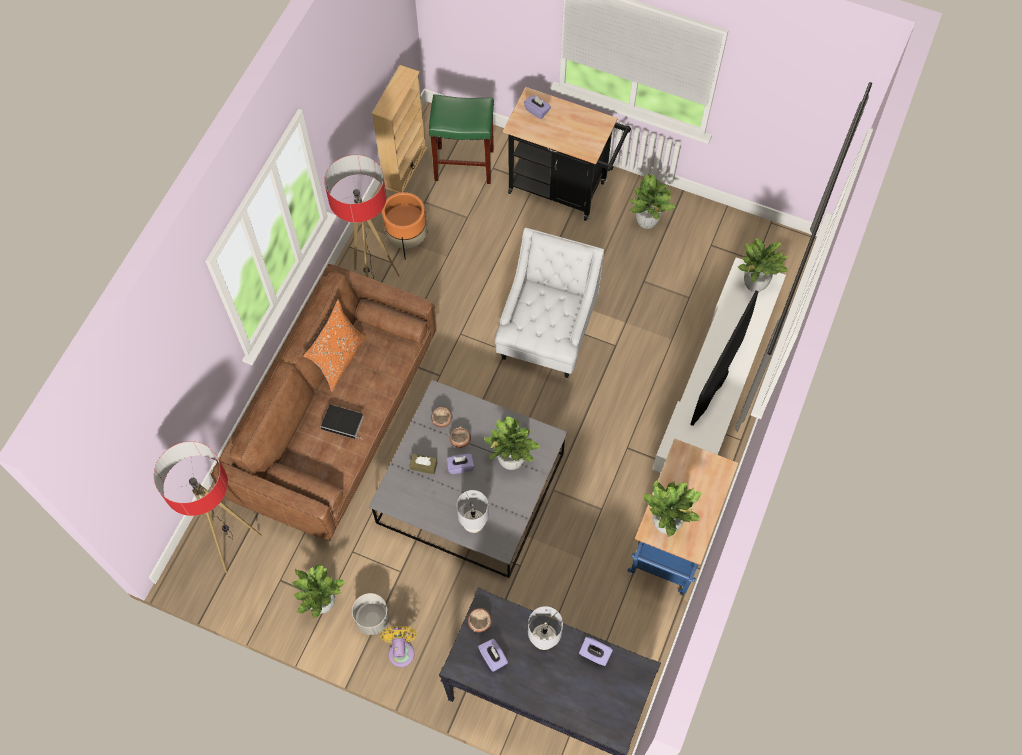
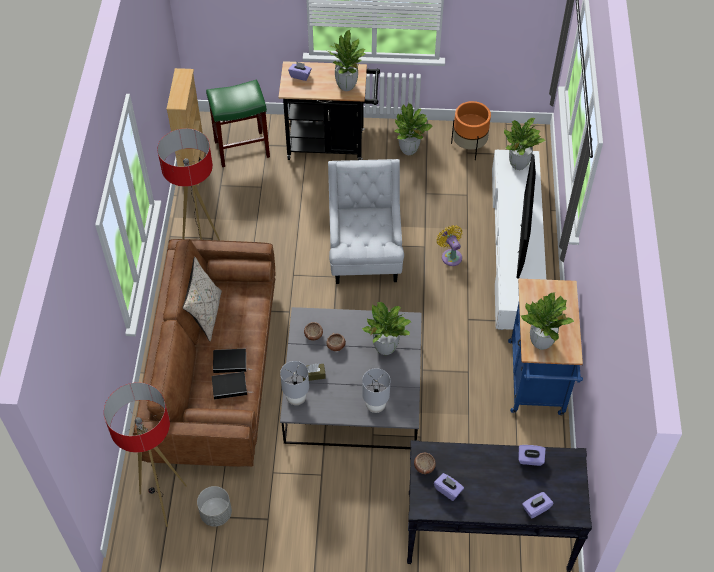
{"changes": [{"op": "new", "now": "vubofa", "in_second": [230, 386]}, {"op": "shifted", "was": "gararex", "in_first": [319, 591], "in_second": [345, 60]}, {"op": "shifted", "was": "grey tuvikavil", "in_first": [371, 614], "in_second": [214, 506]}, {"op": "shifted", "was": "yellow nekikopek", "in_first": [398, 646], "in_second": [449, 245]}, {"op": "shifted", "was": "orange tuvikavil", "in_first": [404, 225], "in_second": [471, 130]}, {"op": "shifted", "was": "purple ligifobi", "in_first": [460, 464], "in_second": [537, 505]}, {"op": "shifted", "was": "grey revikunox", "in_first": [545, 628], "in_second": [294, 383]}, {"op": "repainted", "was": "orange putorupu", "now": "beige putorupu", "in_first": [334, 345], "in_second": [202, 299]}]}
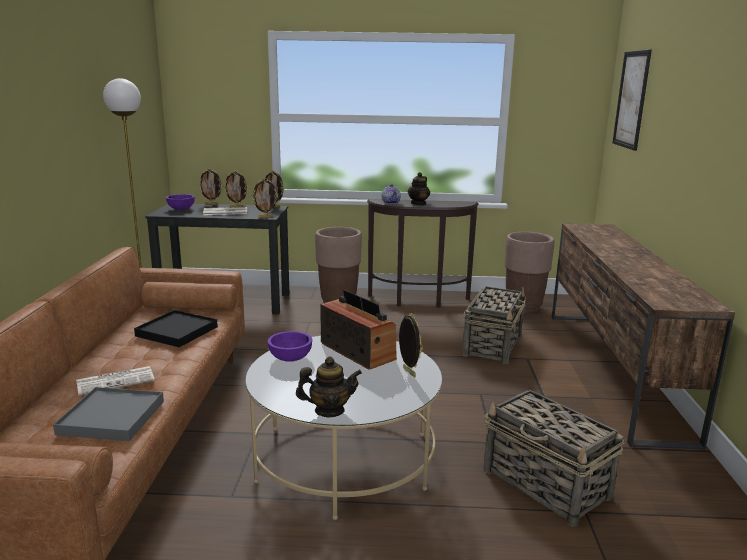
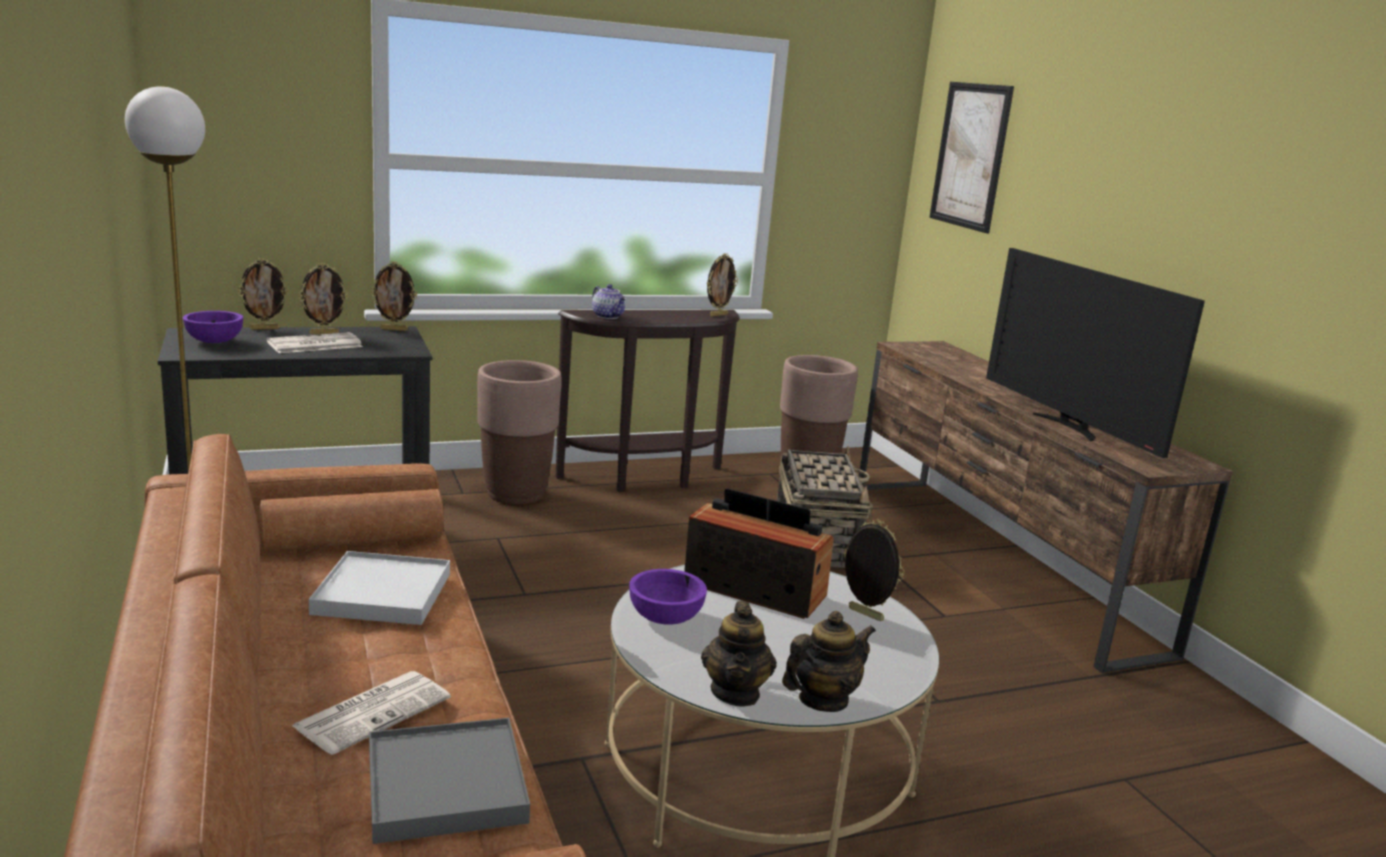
{"changes": [{"op": "gone", "was": "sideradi", "in_first": [553, 458]}, {"op": "new", "now": "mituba", "in_second": [1095, 353]}, {"op": "shifted", "was": "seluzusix", "in_first": [265, 198], "in_second": [722, 285]}, {"op": "shifted", "was": "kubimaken", "in_first": [419, 188], "in_second": [739, 654]}, {"op": "repainted", "was": "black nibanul", "now": "white nibanul", "in_first": [176, 328], "in_second": [379, 588]}]}
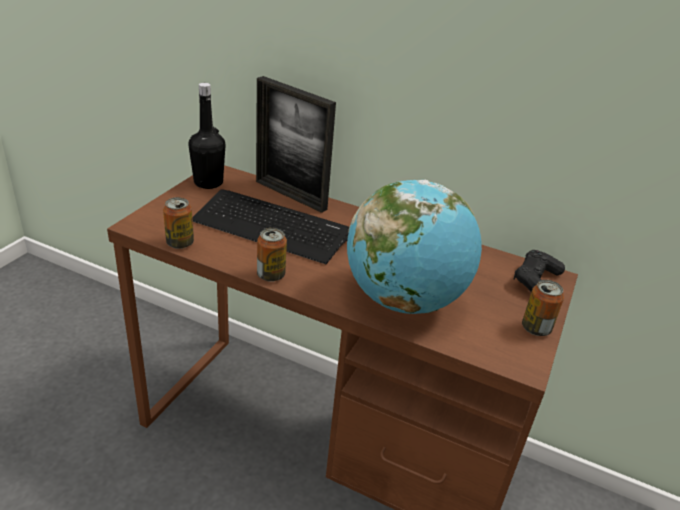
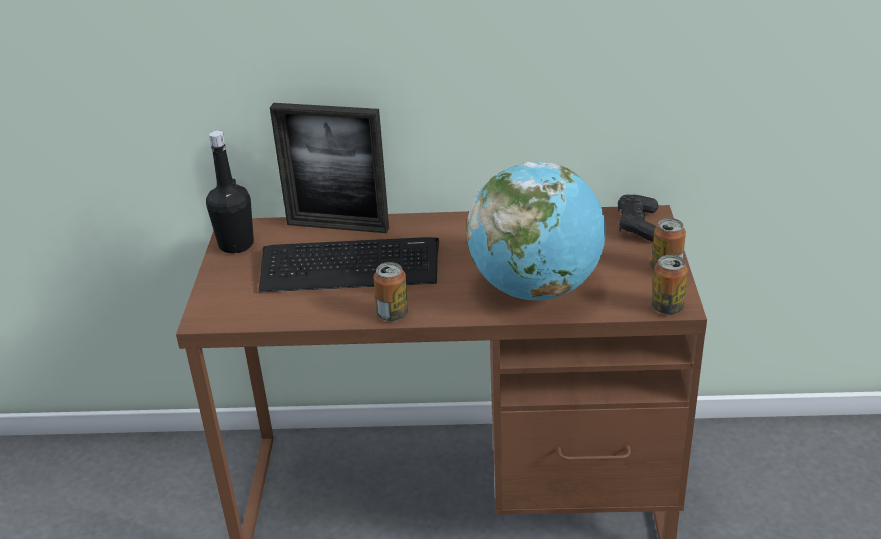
{"changes": [{"op": "shifted", "was": "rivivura", "in_first": [178, 223], "in_second": [670, 285]}]}
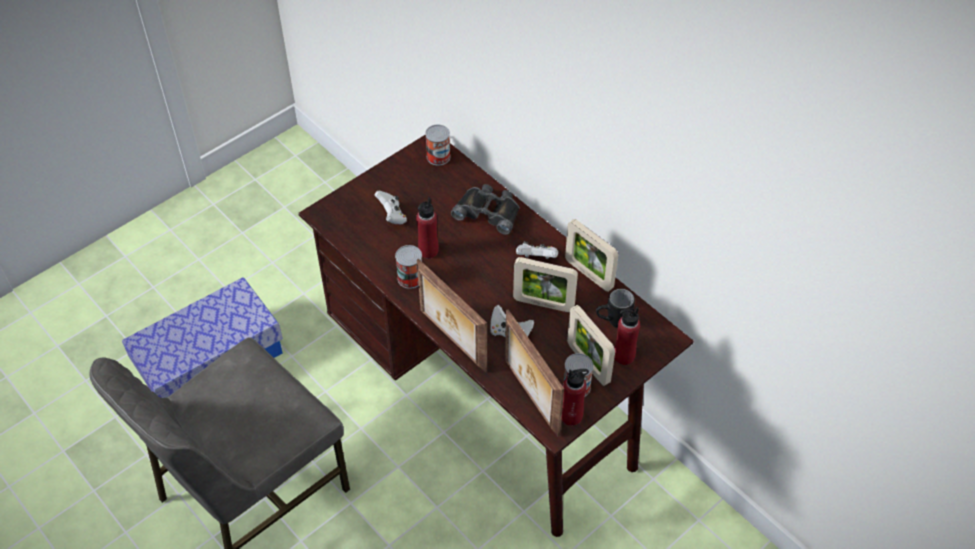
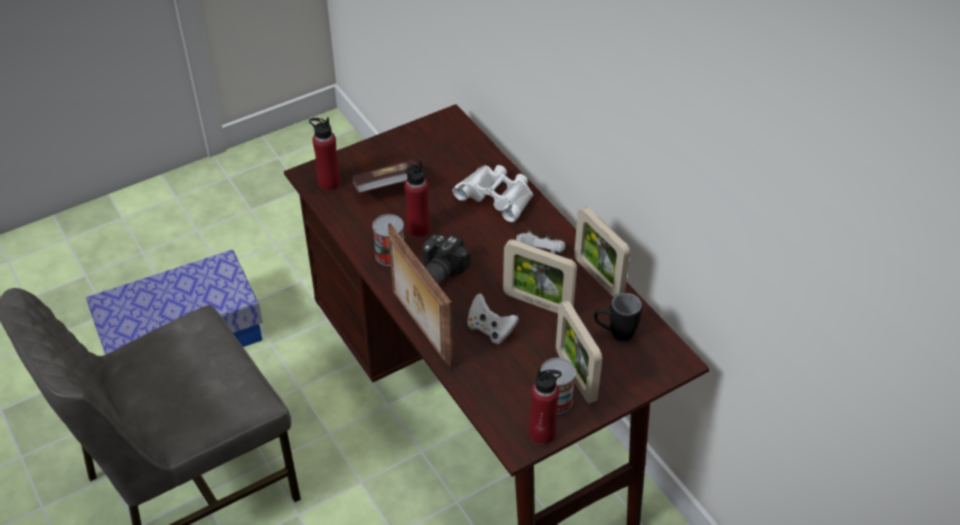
{"changes": [{"op": "gone", "was": "rivivura", "in_first": [438, 145]}, {"op": "gone", "was": "seluzusix", "in_first": [534, 372]}, {"op": "new", "now": "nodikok", "in_second": [447, 259]}, {"op": "shifted", "was": "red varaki", "in_first": [627, 336], "in_second": [325, 154]}, {"op": "swapped", "was": "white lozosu", "now": "vubofa", "in_first": [391, 207], "in_second": [384, 176]}, {"op": "repainted", "was": "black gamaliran", "now": "white gamaliran", "in_first": [485, 209], "in_second": [493, 193]}]}
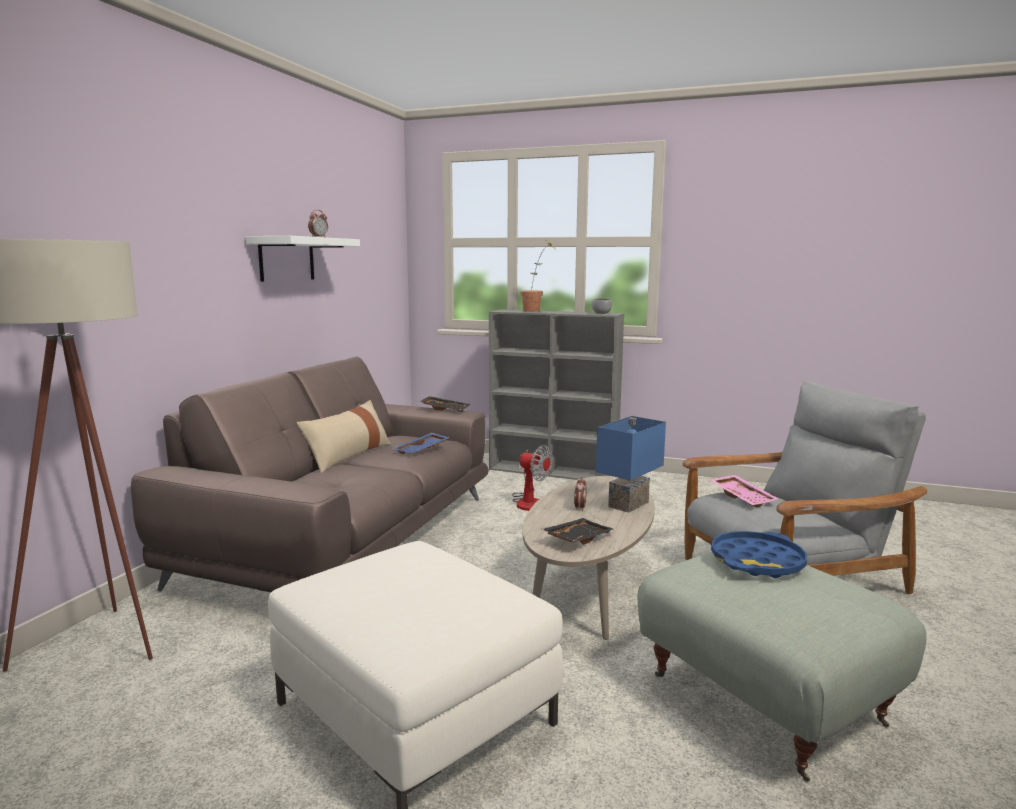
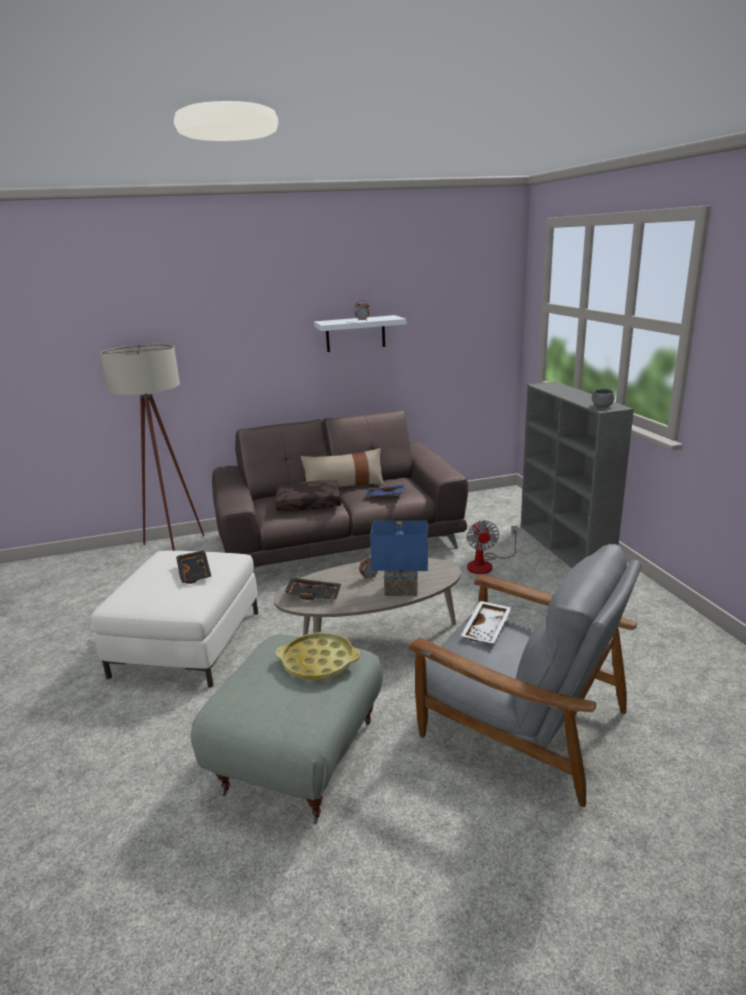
{"changes": [{"op": "gone", "was": "gararex", "in_first": [537, 275]}, {"op": "new", "now": "brown putorupu", "in_second": [308, 496]}, {"op": "shifted", "was": "black nibanul", "in_first": [444, 404], "in_second": [194, 567]}, {"op": "repainted", "was": "pink nibanul", "now": "white nibanul", "in_first": [744, 491], "in_second": [486, 622]}, {"op": "repainted", "was": "blue nibanul", "now": "yellow nibanul", "in_first": [759, 554], "in_second": [318, 656]}]}
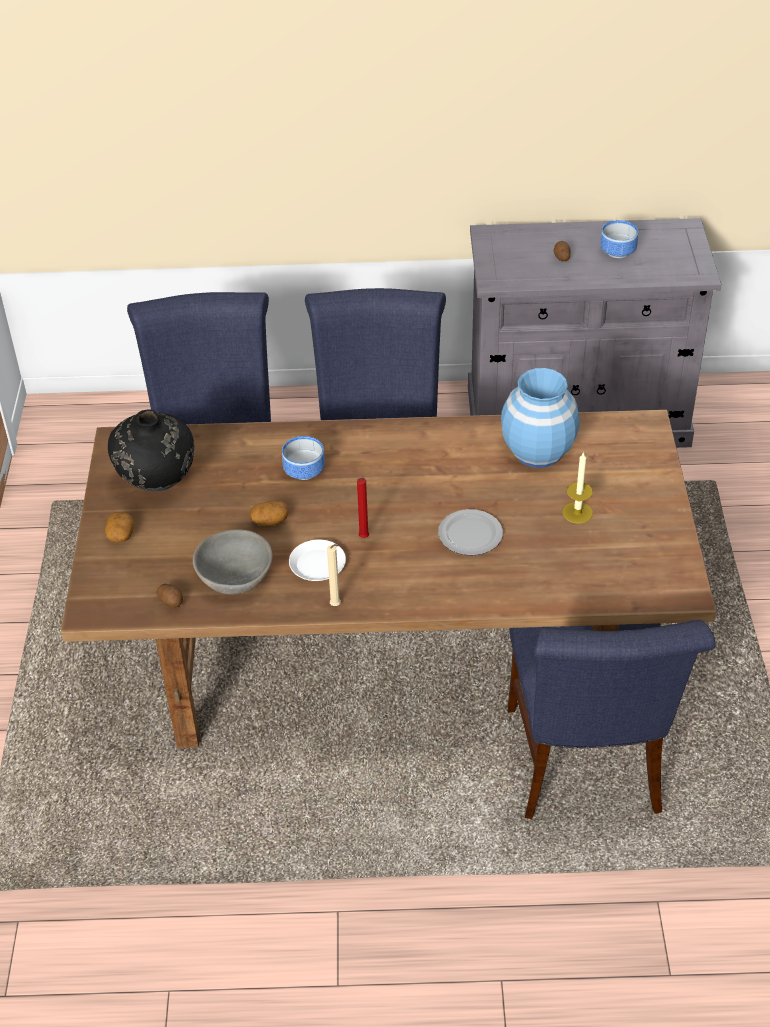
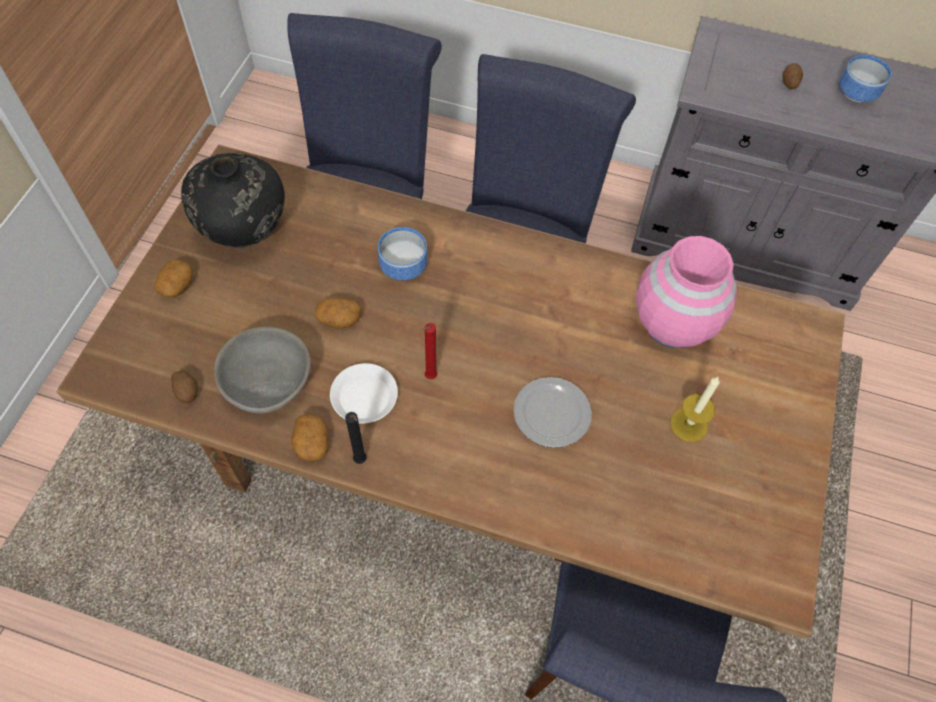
{"changes": [{"op": "new", "now": "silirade", "in_second": [310, 437]}, {"op": "repainted", "was": "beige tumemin", "now": "black tumemin", "in_first": [334, 575], "in_second": [356, 438]}, {"op": "repainted", "was": "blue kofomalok", "now": "pink kofomalok", "in_first": [540, 418], "in_second": [686, 292]}]}
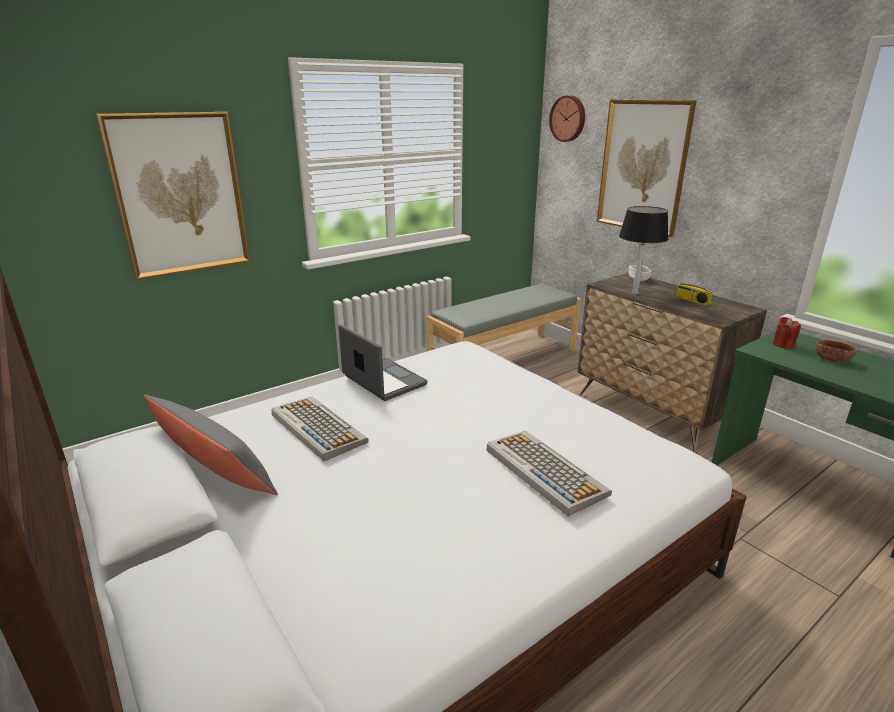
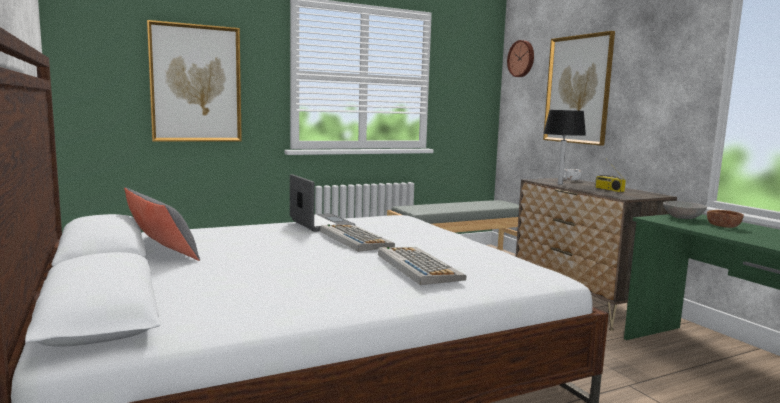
{"changes": [{"op": "shifted", "was": "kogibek", "in_first": [320, 429], "in_second": [357, 238]}, {"op": "swapped", "was": "red tumemin", "now": "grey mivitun", "in_first": [787, 333], "in_second": [685, 210]}]}
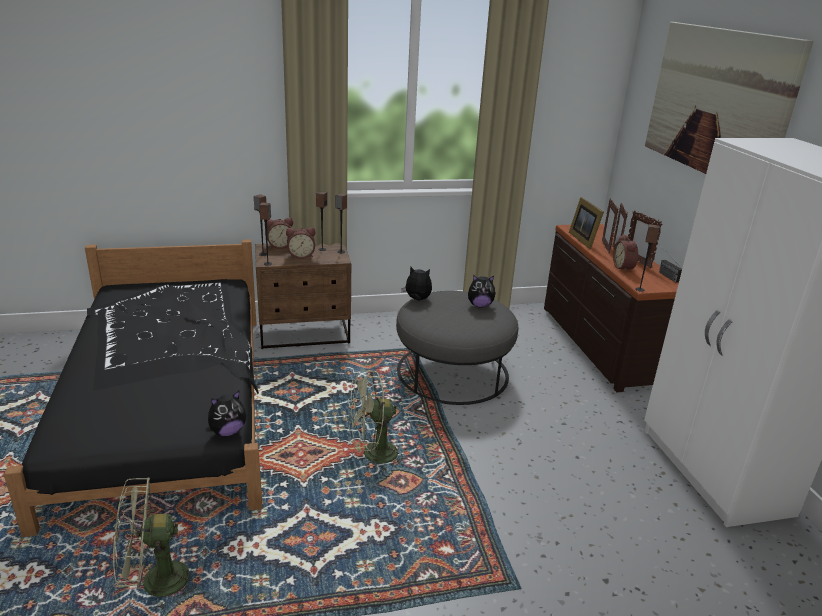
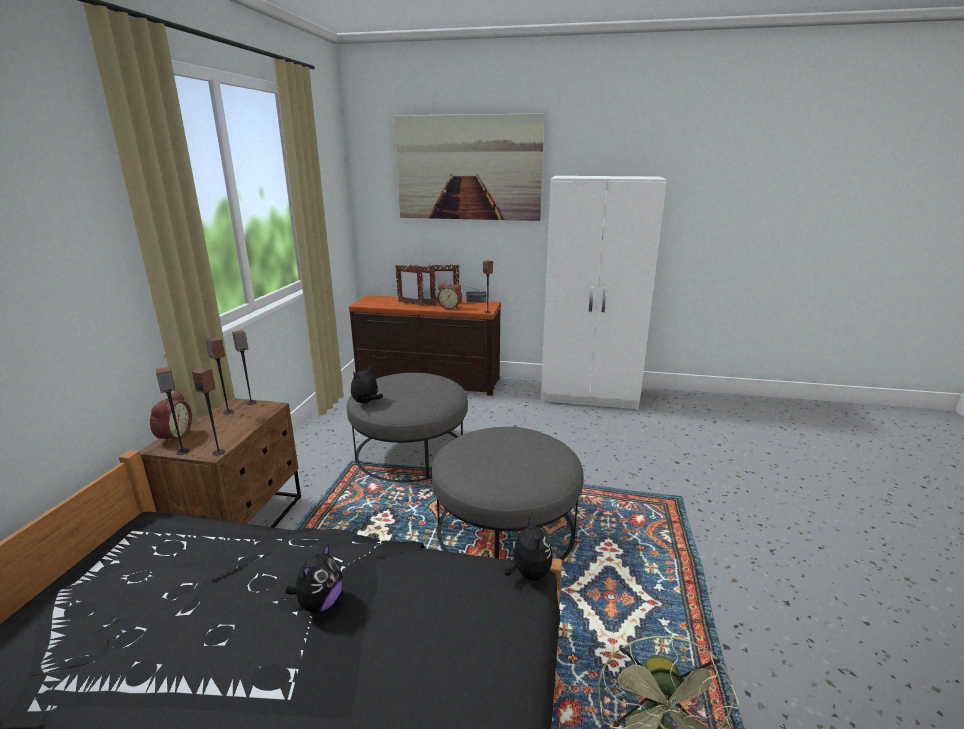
{"changes": [{"op": "gone", "was": "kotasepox", "in_first": [300, 243]}, {"op": "gone", "was": "seluzusix", "in_first": [586, 223]}, {"op": "shifted", "was": "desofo", "in_first": [482, 291], "in_second": [314, 578]}, {"op": "swapped", "was": "green nekikopek", "now": "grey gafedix", "in_first": [376, 421], "in_second": [507, 494]}]}
